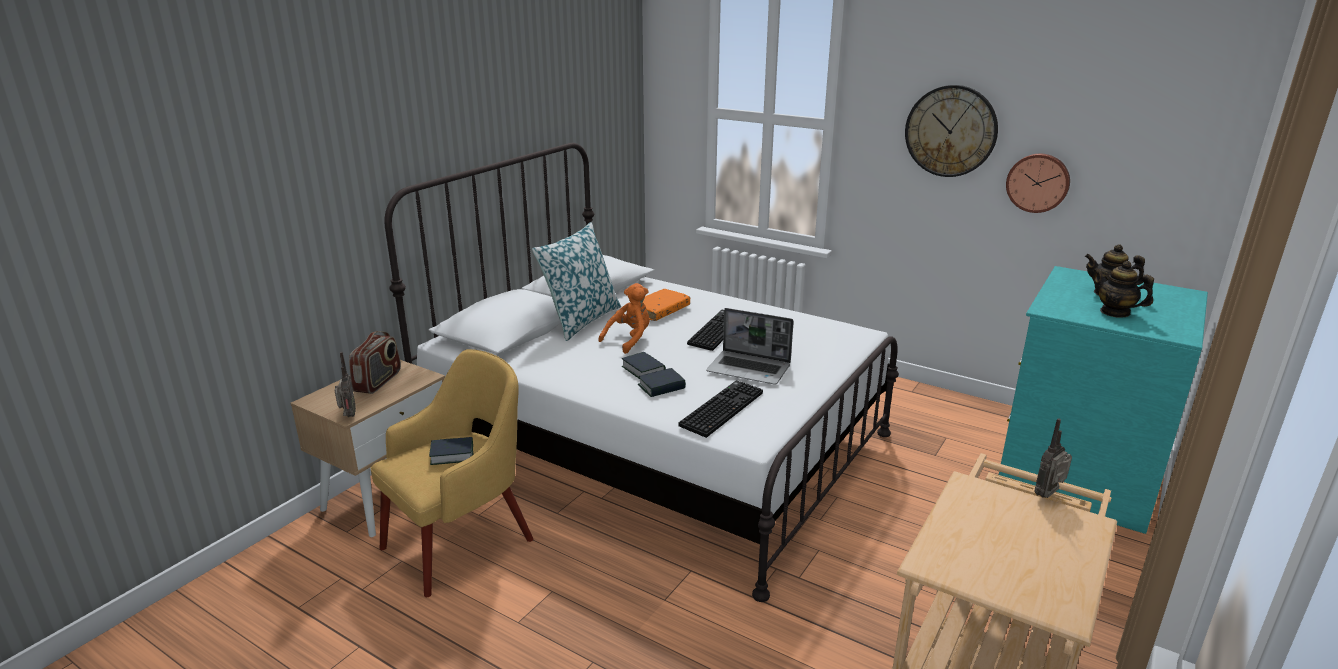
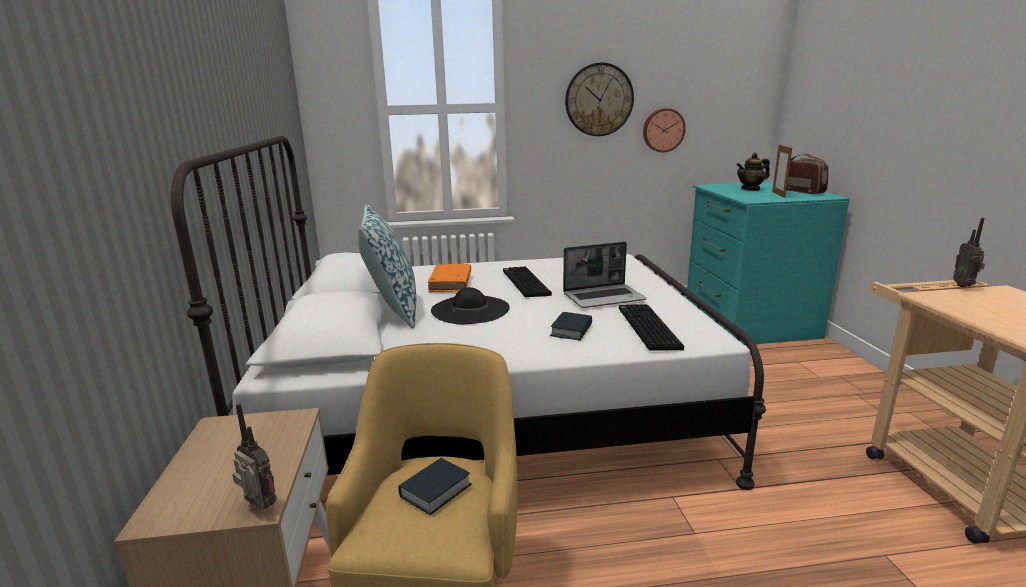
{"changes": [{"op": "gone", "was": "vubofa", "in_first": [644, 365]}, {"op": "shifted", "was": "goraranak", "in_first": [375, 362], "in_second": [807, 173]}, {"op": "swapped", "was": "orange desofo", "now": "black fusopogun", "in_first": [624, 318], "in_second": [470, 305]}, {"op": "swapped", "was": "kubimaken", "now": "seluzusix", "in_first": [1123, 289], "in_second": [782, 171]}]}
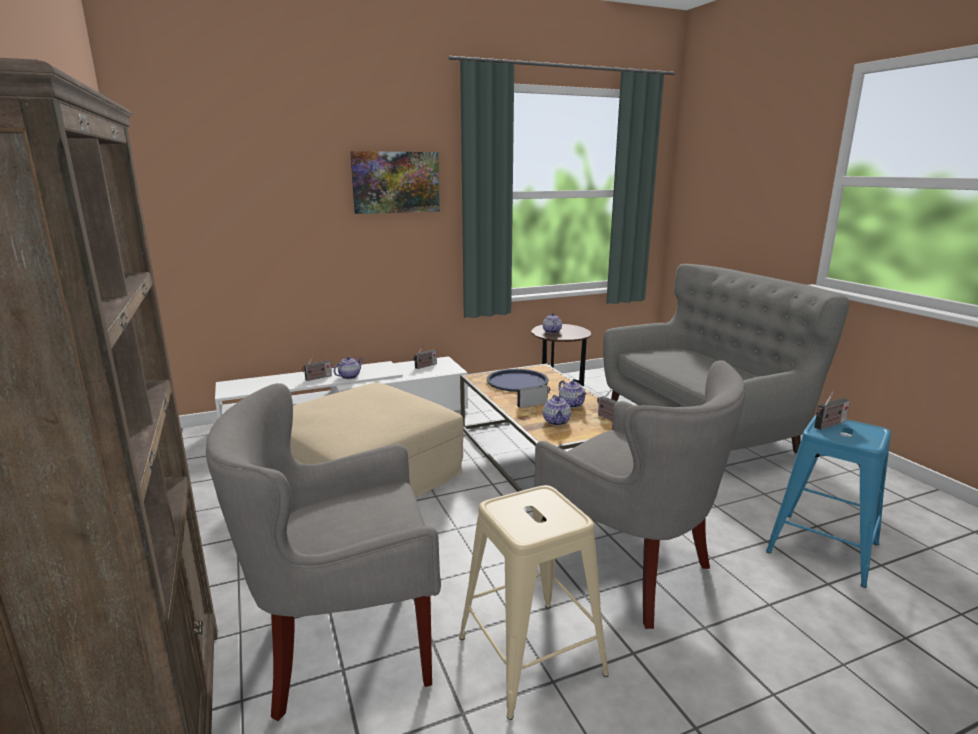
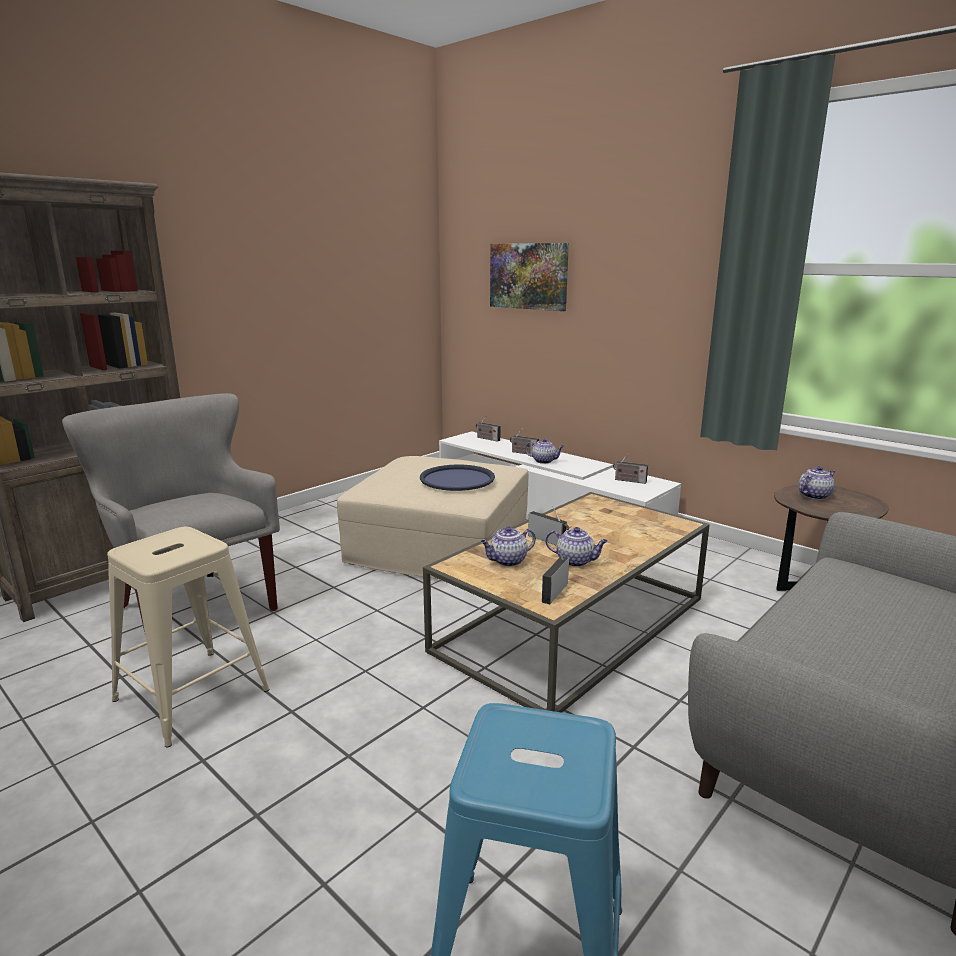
{"changes": [{"op": "gone", "was": "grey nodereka", "in_first": [640, 494]}, {"op": "shifted", "was": "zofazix", "in_first": [395, 182], "in_second": [529, 277]}, {"op": "shifted", "was": "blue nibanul", "in_first": [518, 380], "in_second": [457, 477]}, {"op": "shifted", "was": "goraranak", "in_first": [832, 410], "in_second": [488, 429]}, {"op": "rotated", "was": "kubimaken", "in_first": [573, 394], "in_second": [576, 547], "clockwise": -105}]}
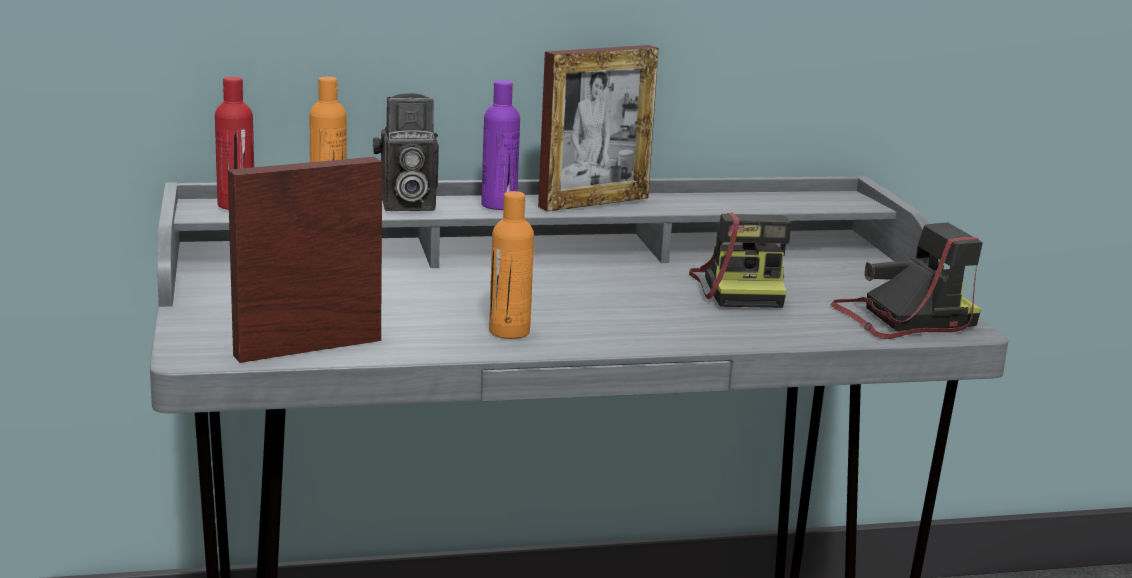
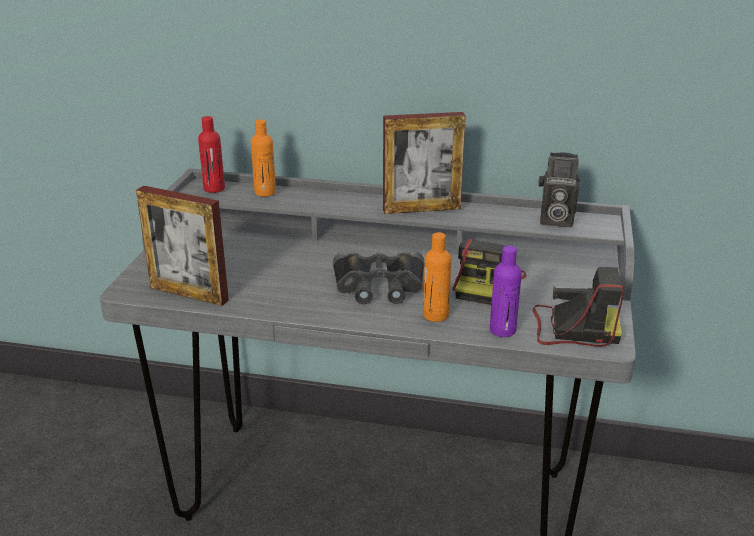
{"changes": [{"op": "new", "now": "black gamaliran", "in_second": [379, 278]}, {"op": "shifted", "was": "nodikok", "in_first": [406, 152], "in_second": [559, 189]}, {"op": "shifted", "was": "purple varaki", "in_first": [500, 145], "in_second": [506, 291]}, {"op": "shifted", "was": "orange varaki", "in_first": [511, 265], "in_second": [437, 277]}, {"op": "rotated", "was": "seluzusix", "in_first": [305, 260], "in_second": [182, 246], "clockwise": -150}]}
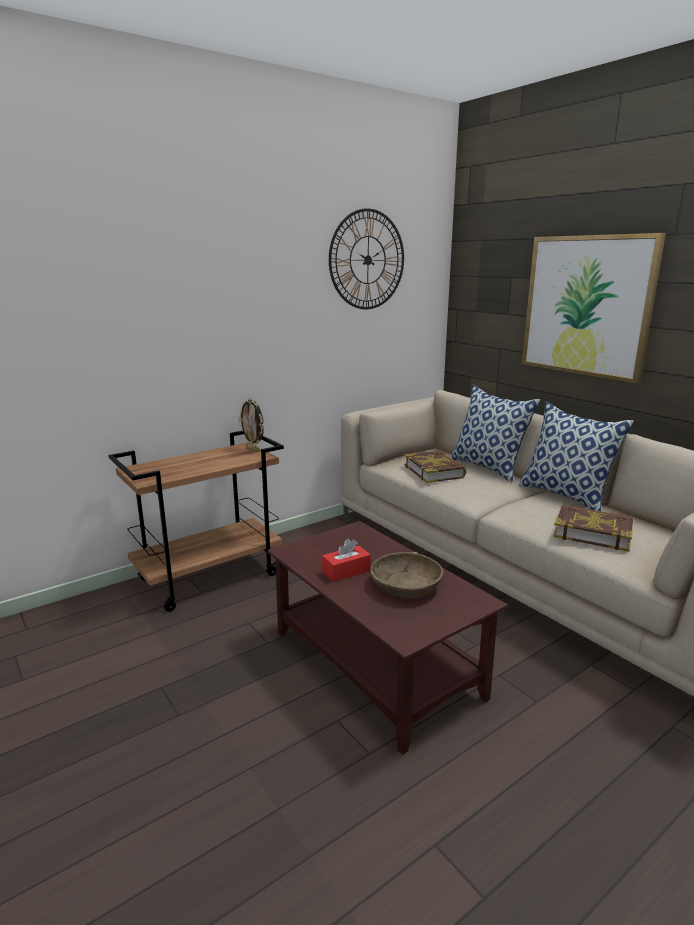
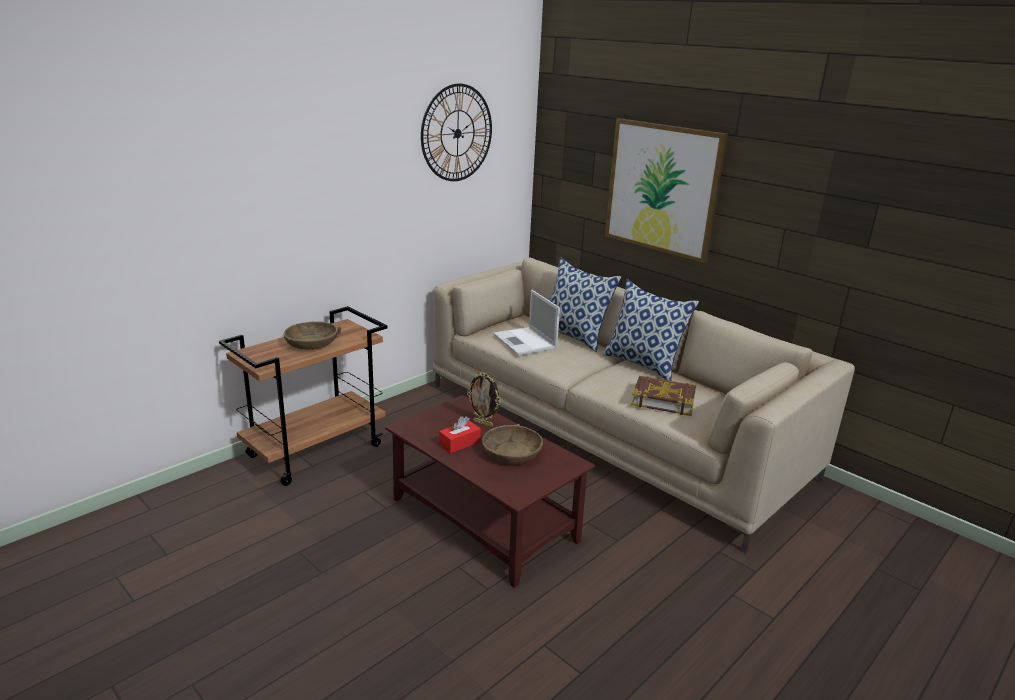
{"changes": [{"op": "new", "now": "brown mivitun", "in_second": [312, 335]}, {"op": "shifted", "was": "seluzusix", "in_first": [251, 425], "in_second": [484, 399]}, {"op": "swapped", "was": "vubofa", "now": "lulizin", "in_first": [435, 467], "in_second": [526, 322]}]}
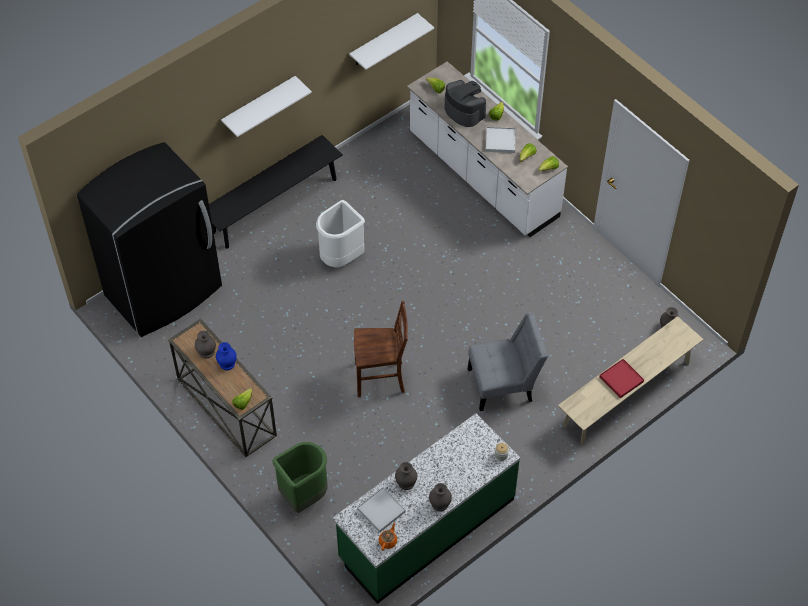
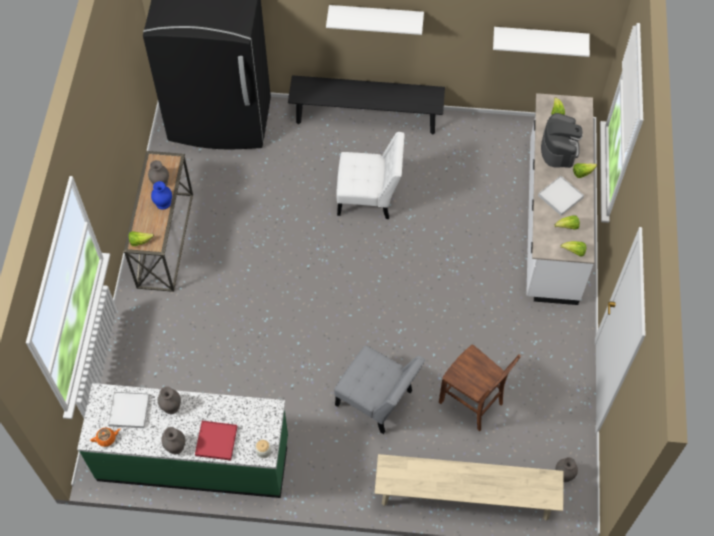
{"changes": [{"op": "gone", "was": "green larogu", "in_first": [300, 477]}, {"op": "shifted", "was": "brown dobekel", "in_first": [381, 349], "in_second": [480, 387]}, {"op": "shifted", "was": "red nibanul", "in_first": [621, 378], "in_second": [216, 440]}, {"op": "swapped", "was": "white larogu", "now": "white dobekel", "in_first": [340, 233], "in_second": [370, 175]}]}
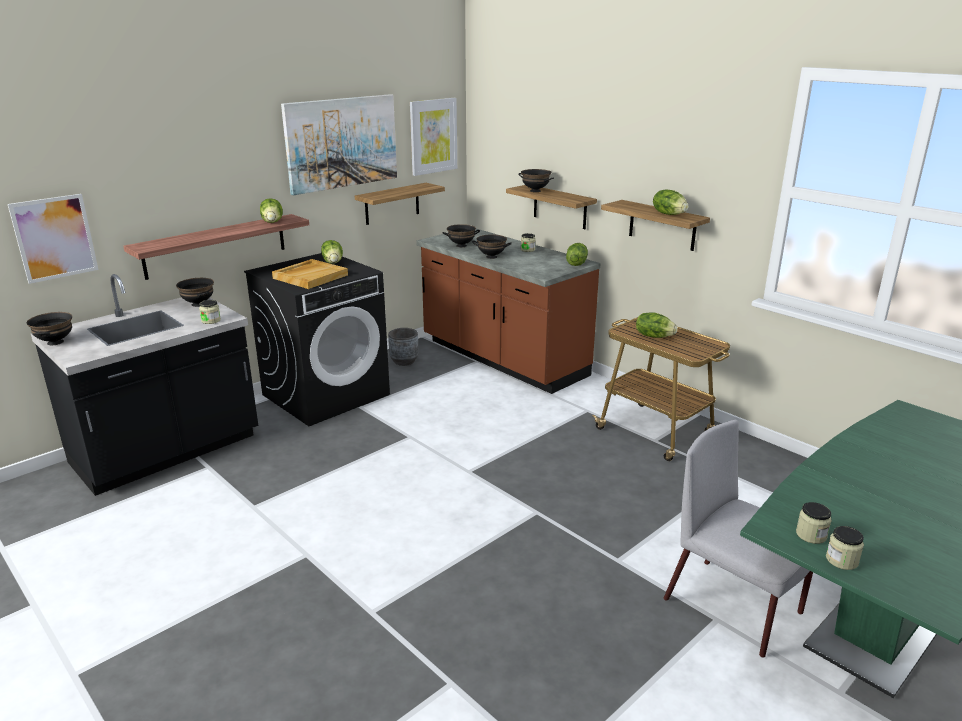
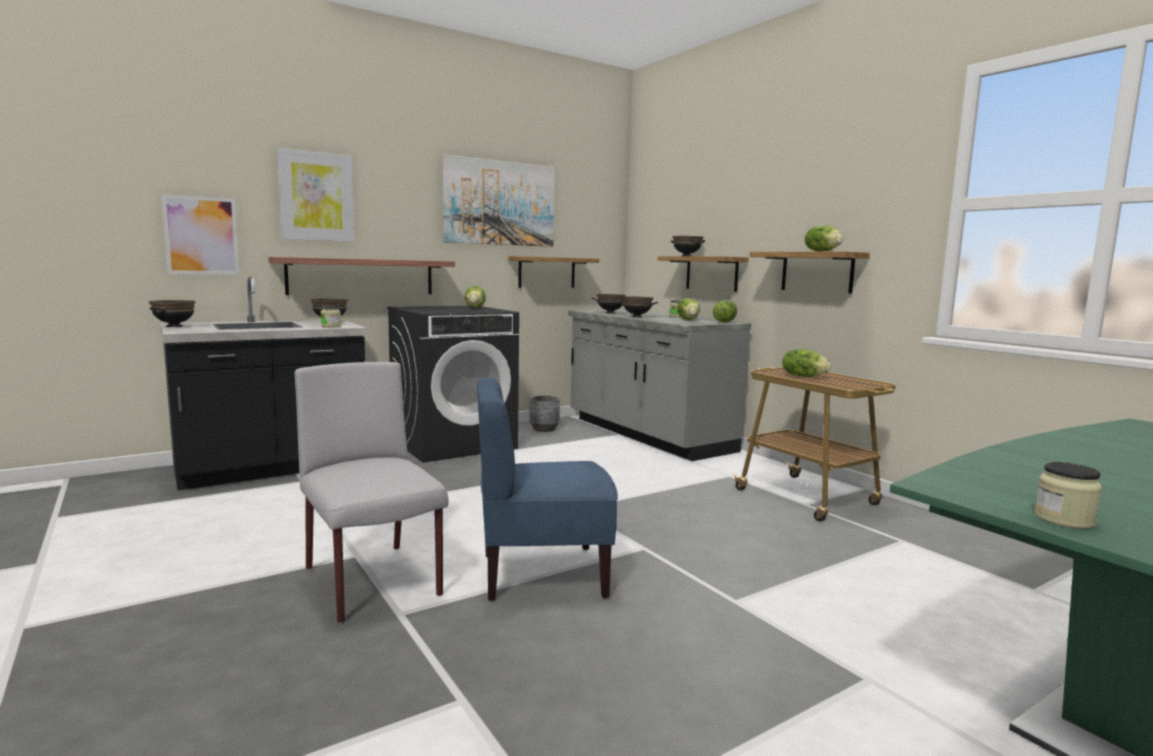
{"changes": [{"op": "gone", "was": "beige nibanul", "in_first": [310, 274]}, {"op": "gone", "was": "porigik", "in_first": [813, 523]}, {"op": "new", "now": "blue dobekel", "in_second": [547, 489]}, {"op": "shifted", "was": "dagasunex", "in_first": [271, 210], "in_second": [688, 309]}, {"op": "shifted", "was": "zofazix", "in_first": [433, 137], "in_second": [316, 195]}, {"op": "shifted", "was": "grey dobekel", "in_first": [738, 539], "in_second": [372, 492]}, {"op": "repainted", "was": "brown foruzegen", "now": "grey foruzegen", "in_first": [508, 311], "in_second": [659, 385]}]}
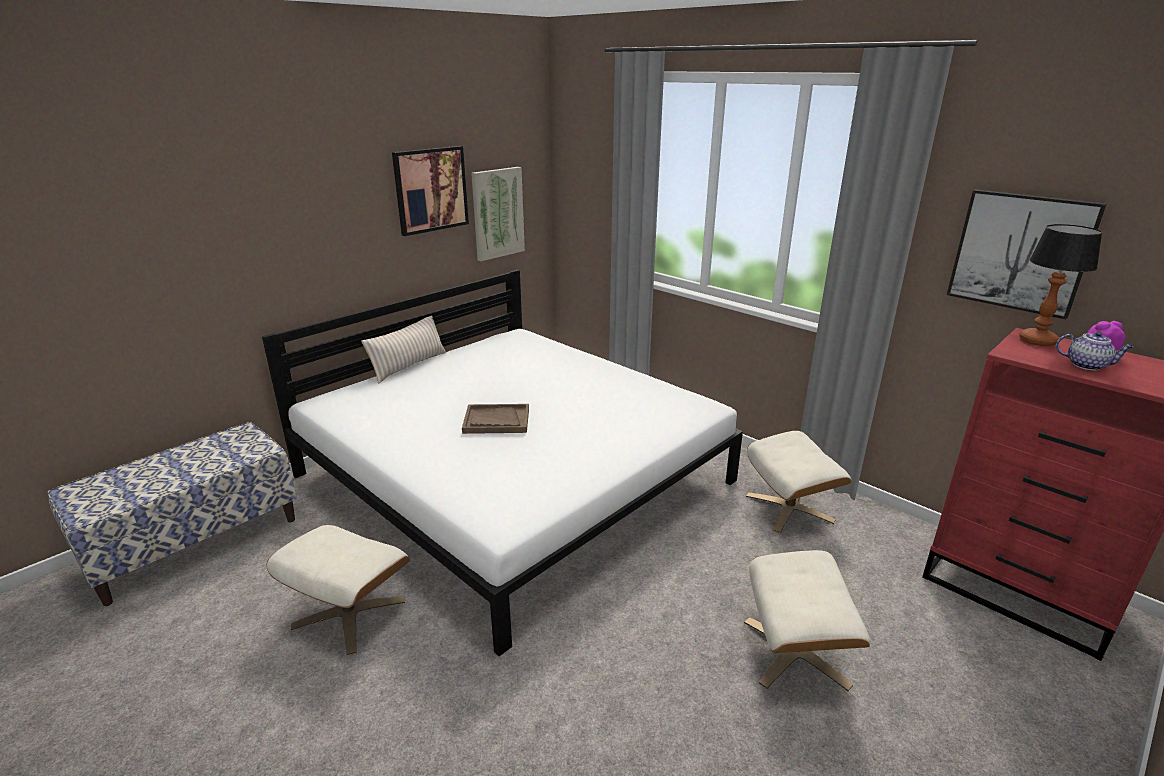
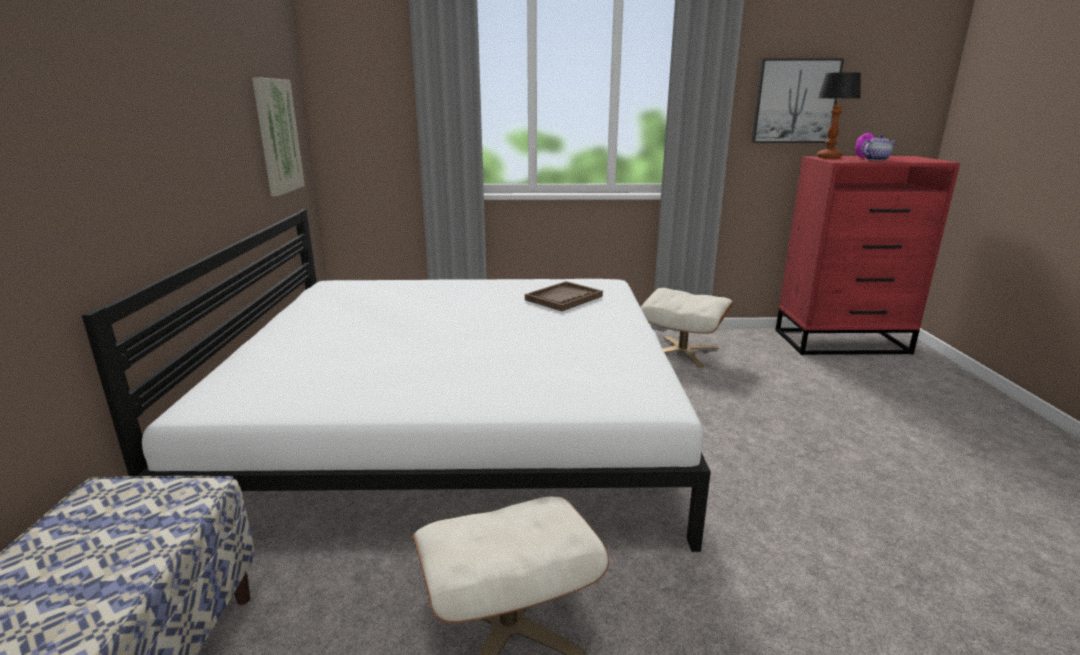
{"changes": [{"op": "gone", "was": "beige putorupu", "in_first": [403, 350]}, {"op": "gone", "was": "zofazix", "in_first": [430, 191]}, {"op": "gone", "was": "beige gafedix", "in_first": [807, 620]}, {"op": "shifted", "was": "brown nibanul", "in_first": [495, 419], "in_second": [564, 296]}]}
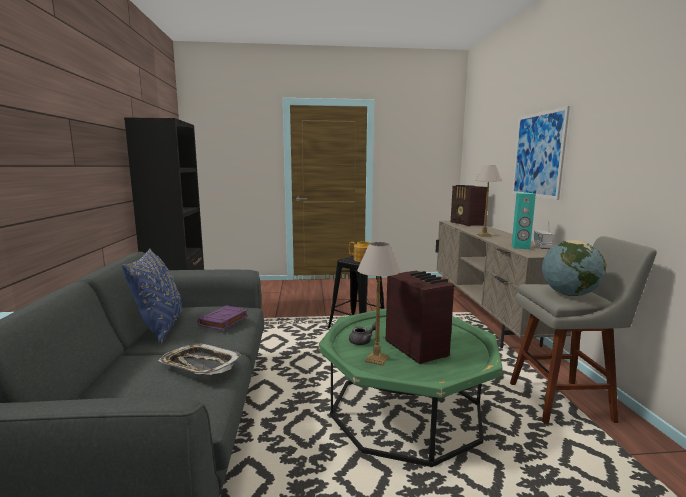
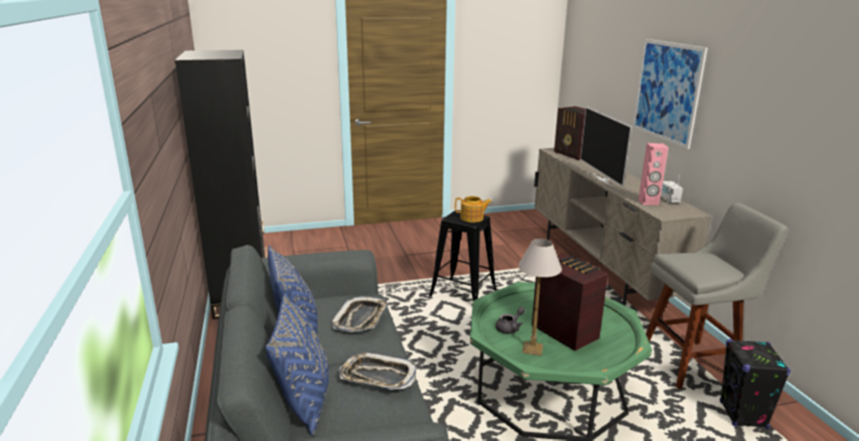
{"changes": [{"op": "gone", "was": "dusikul", "in_first": [574, 268]}, {"op": "new", "now": "blue putorupu", "in_second": [297, 364]}, {"op": "new", "now": "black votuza", "in_second": [755, 384]}, {"op": "swapped", "was": "purple vubofa", "now": "nibanul", "in_first": [222, 317], "in_second": [359, 314]}, {"op": "swapped", "was": "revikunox", "now": "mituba", "in_first": [489, 201], "in_second": [606, 147]}, {"op": "repainted", "was": "turquoise votuza", "now": "pink votuza", "in_first": [524, 221], "in_second": [653, 174]}]}
